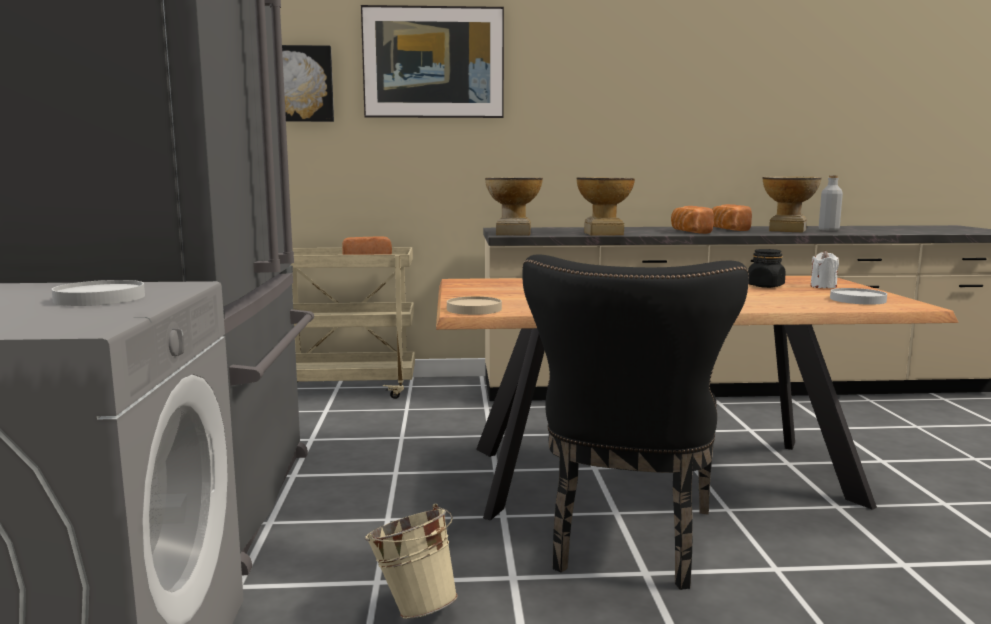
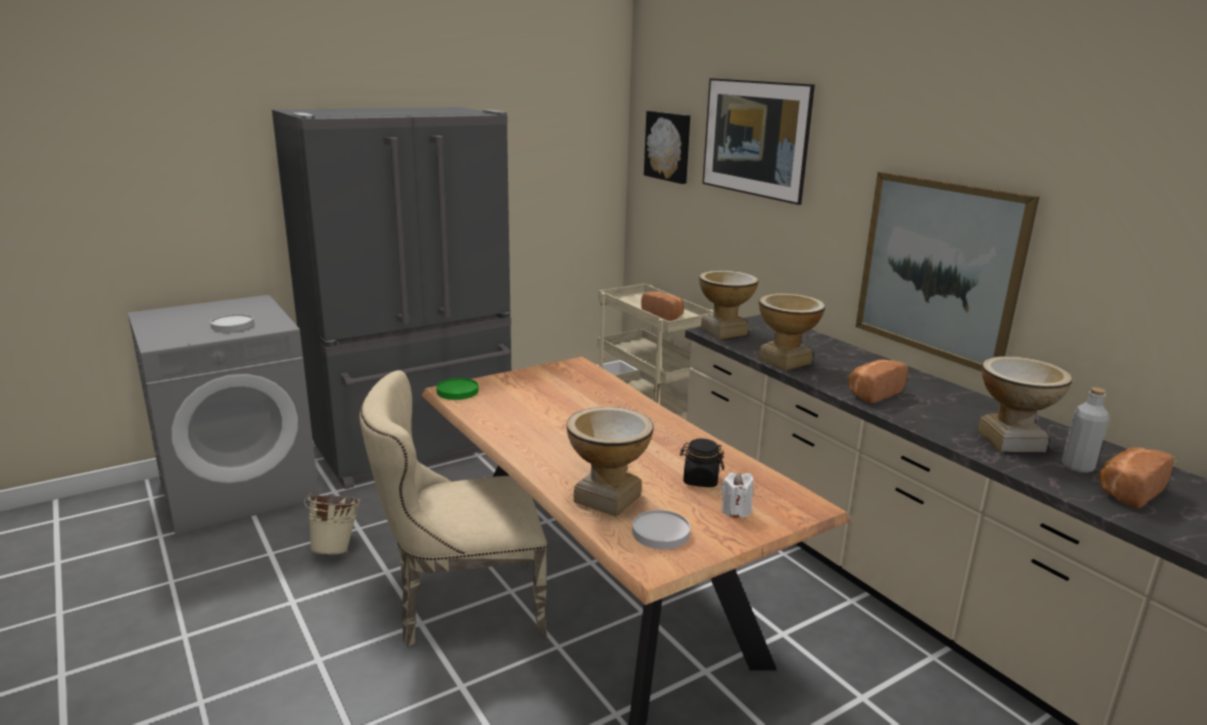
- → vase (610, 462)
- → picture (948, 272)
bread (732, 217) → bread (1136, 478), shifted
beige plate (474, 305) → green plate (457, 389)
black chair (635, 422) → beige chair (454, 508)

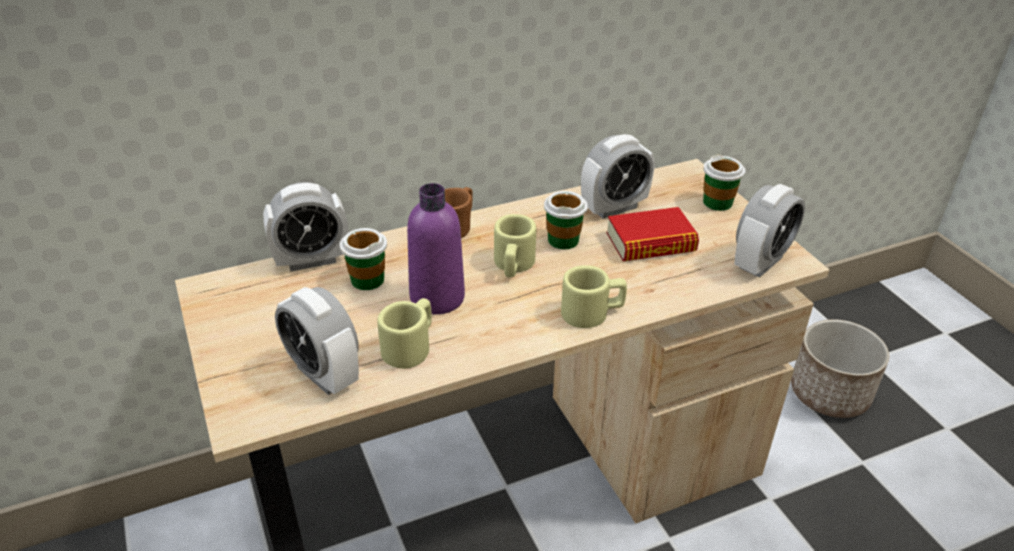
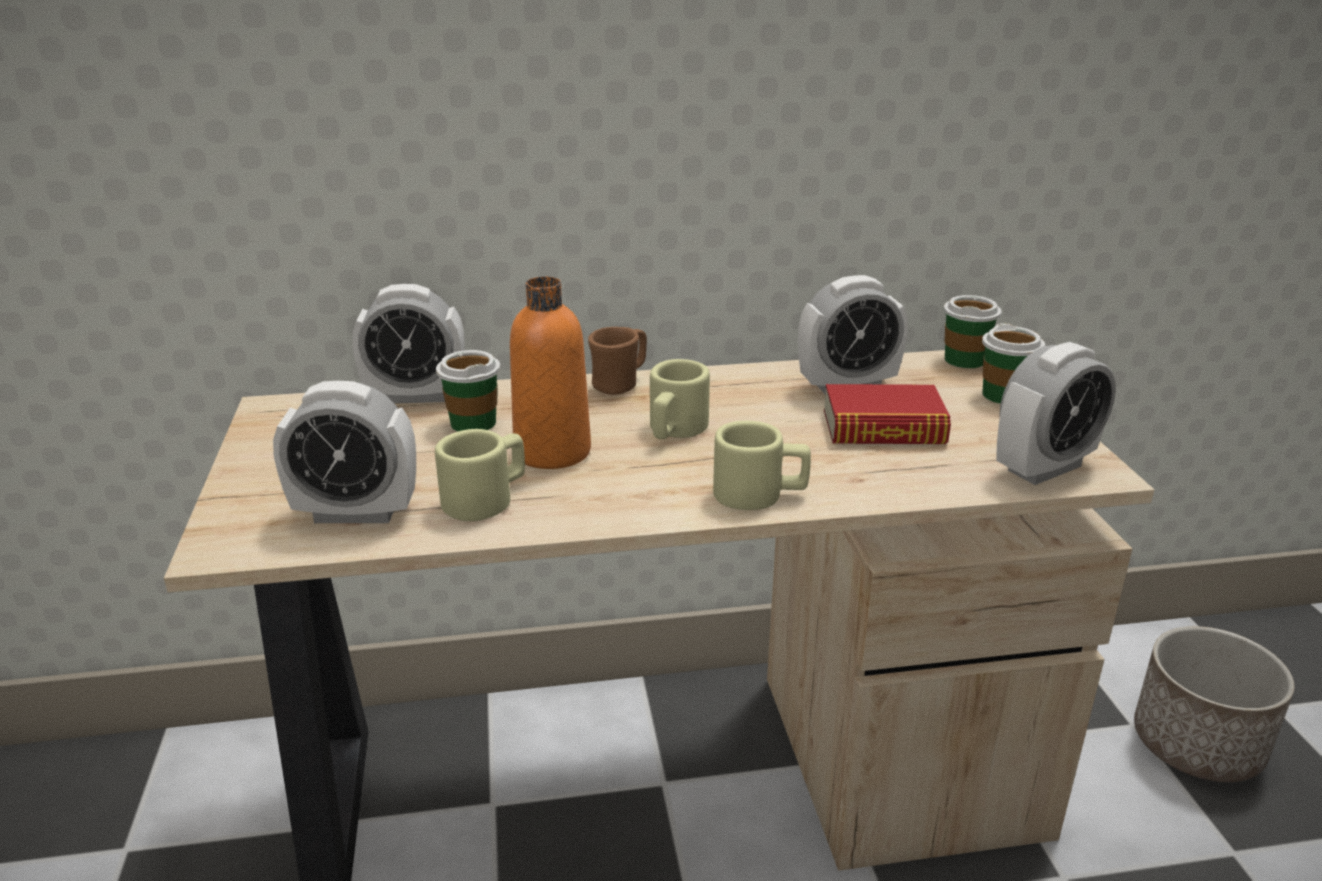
cup (566, 220) → cup (973, 331), shifted
purple bottle (436, 248) → orange bottle (550, 372)
alarm clock (317, 341) → alarm clock (344, 452), 60 degrees counterclockwise

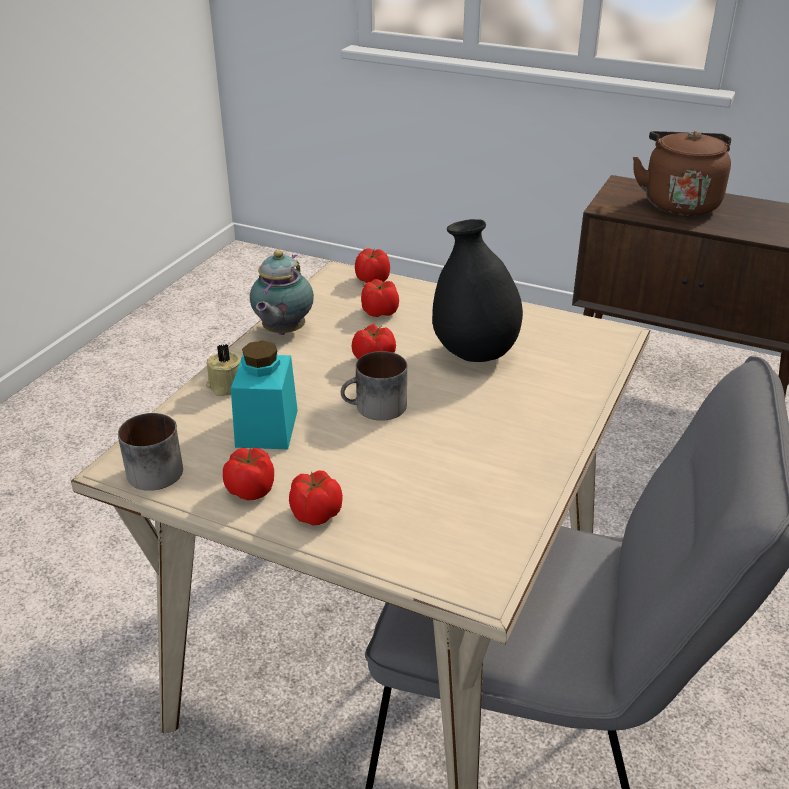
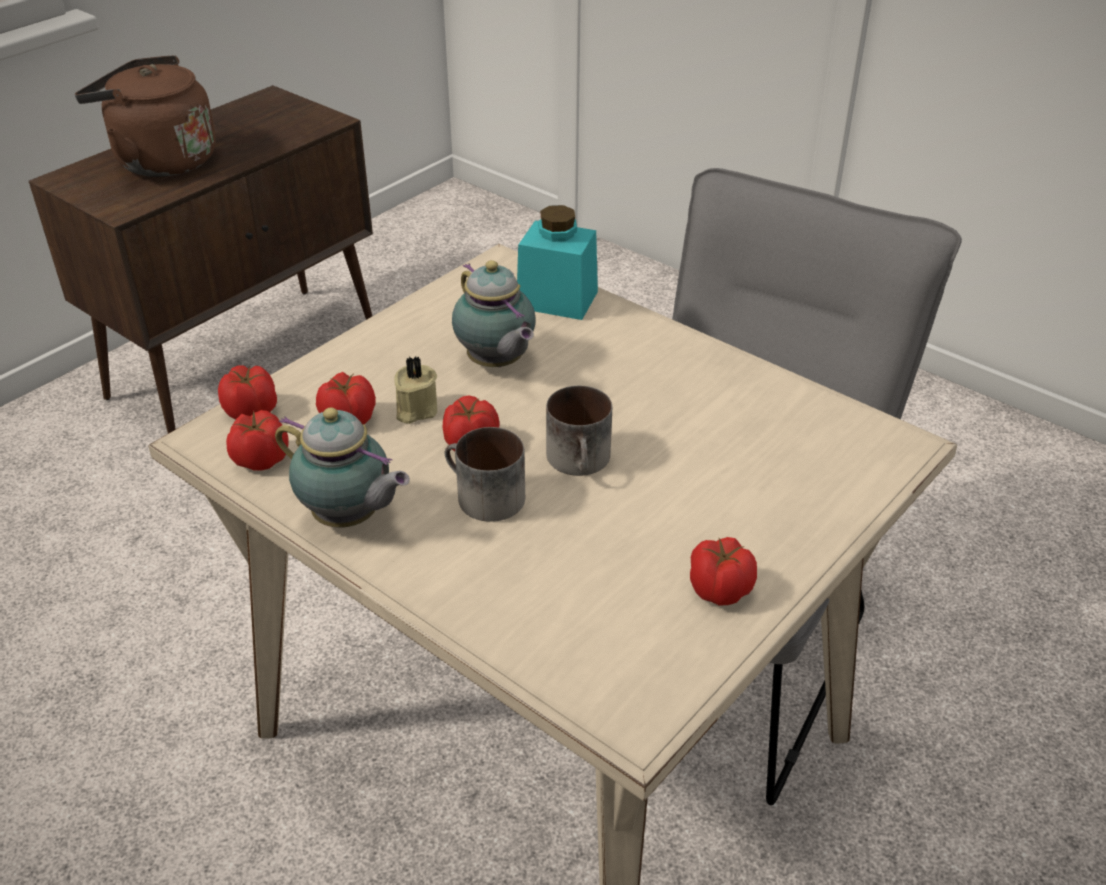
mug (150, 452) → mug (484, 474), shifted
beige candle (223, 370) → beige candle (415, 390), shifted
turquoise jar (264, 394) → turquoise jar (557, 262), shifted
tomato (316, 498) → tomato (257, 440), shifted
black vase (477, 290) → teapot (494, 313)

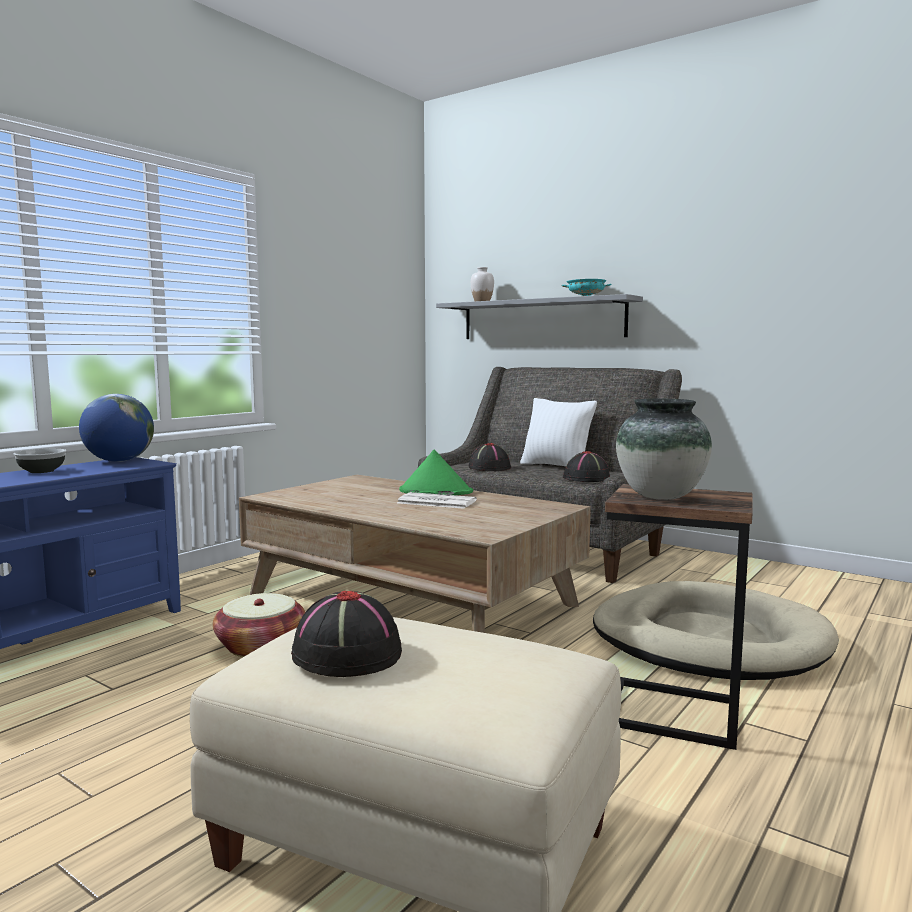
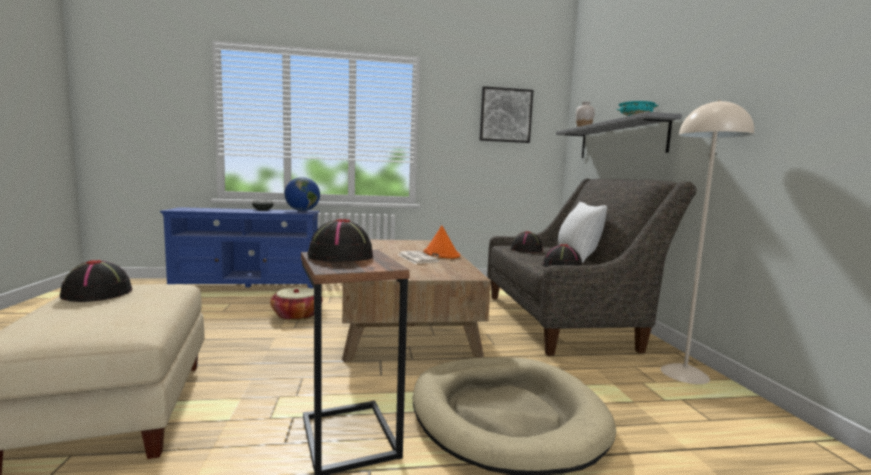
- → picture (506, 114)
- → beige floor lamp (707, 242)
vase (664, 449) → black hat (340, 240)
green hat (436, 472) → orange hat (442, 242)

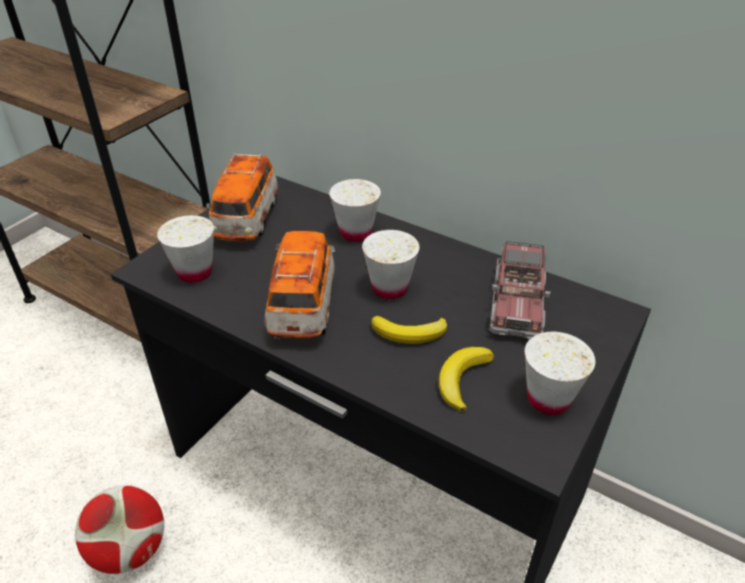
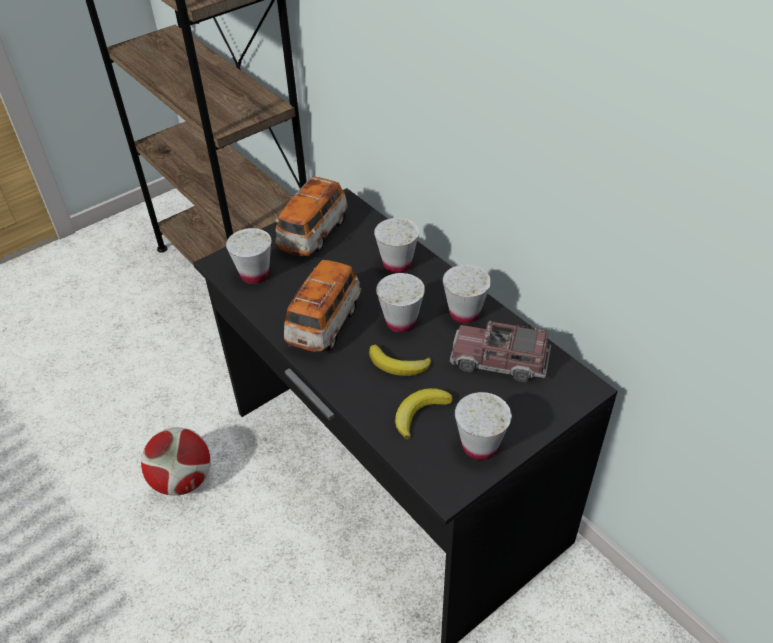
- → white cup (467, 294)
toy truck (520, 290) → toy truck (500, 351), 75 degrees clockwise

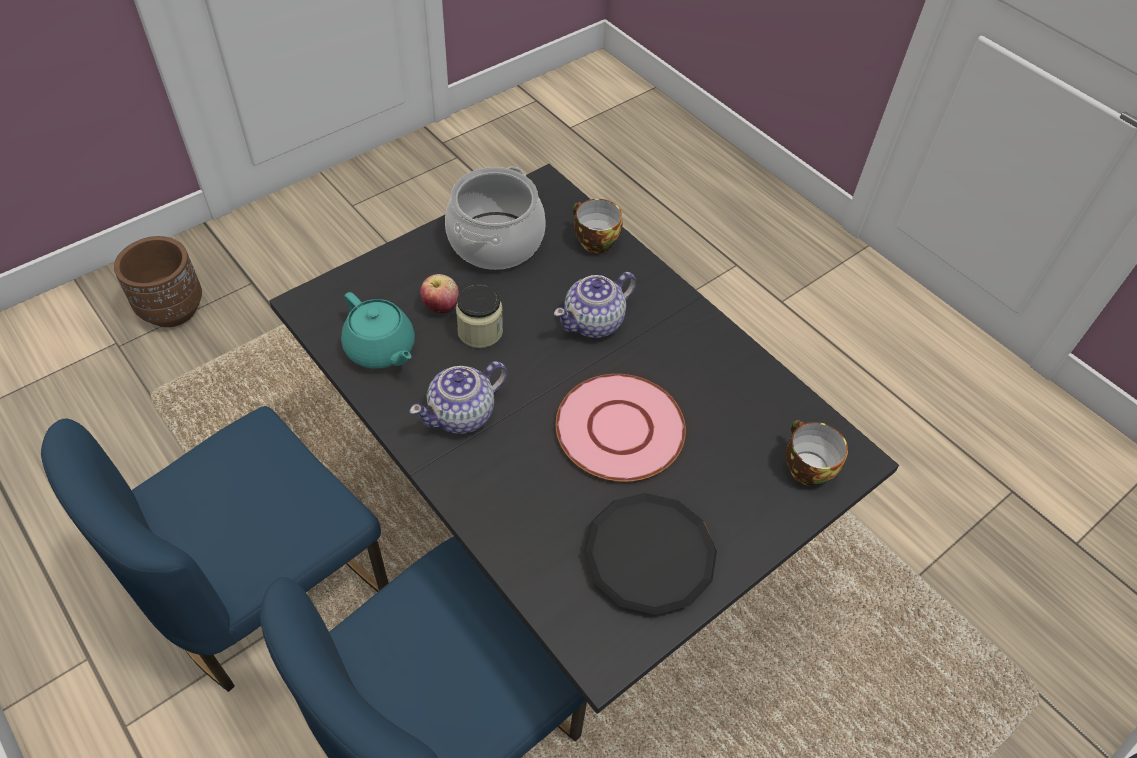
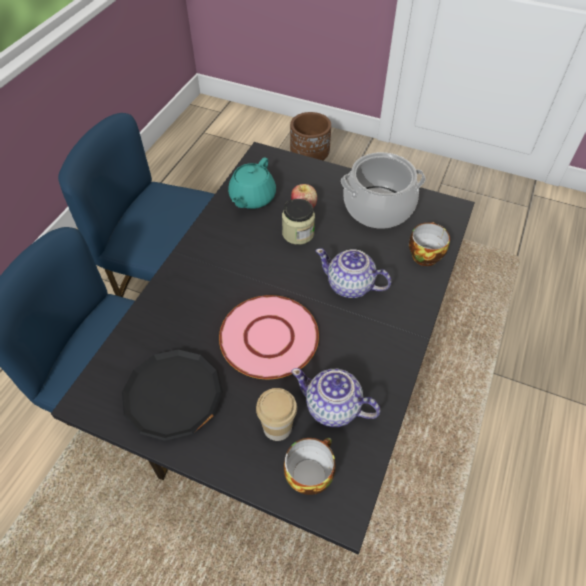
- → cup (276, 414)
teapot (458, 397) → teapot (336, 397), shifted

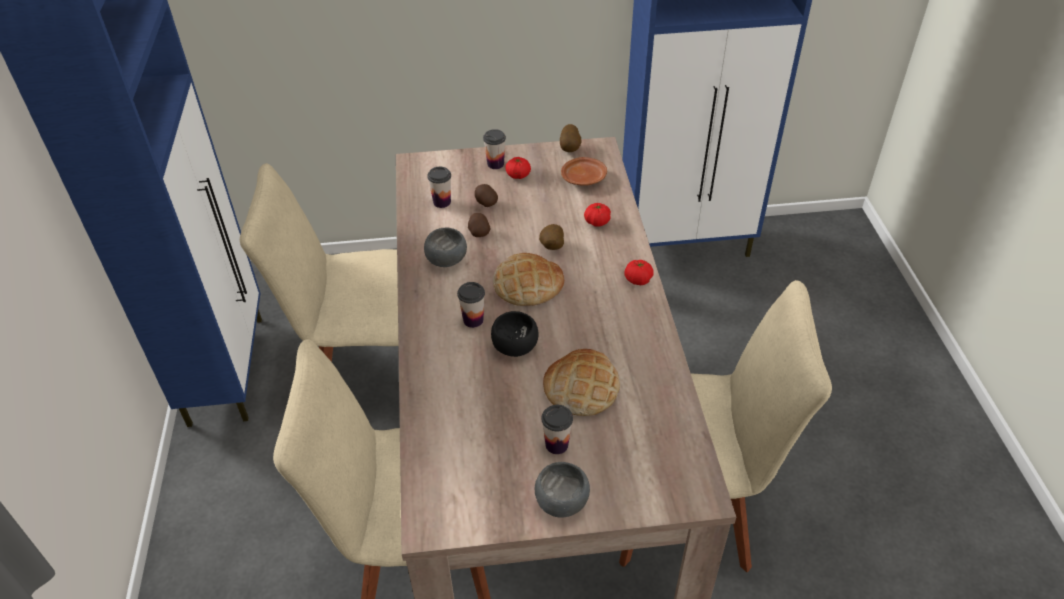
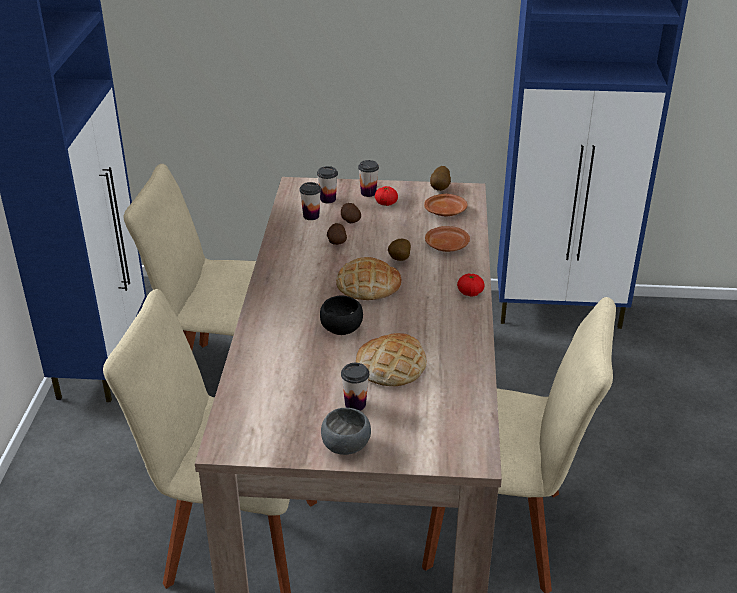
grey bowl (445, 247) → -
cup (471, 305) → cup (327, 184), shifted
tomato (597, 215) → brown plate (447, 239)

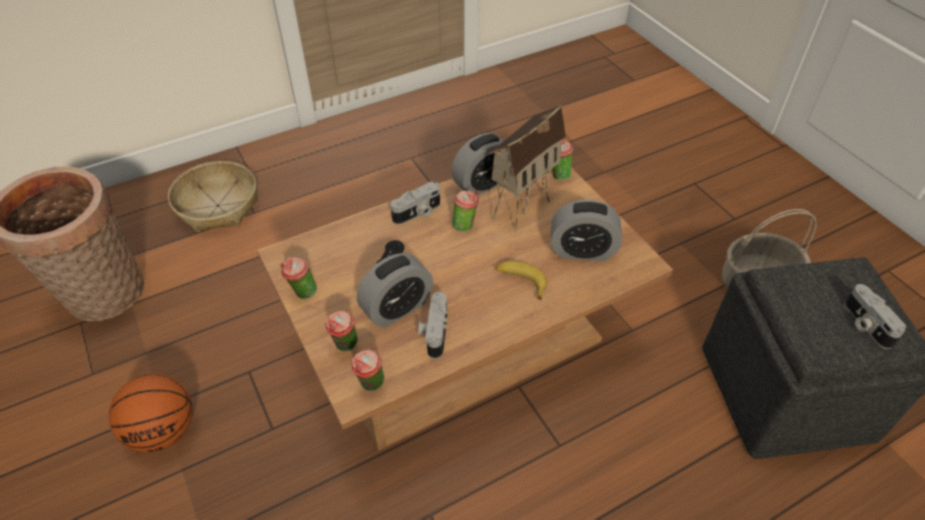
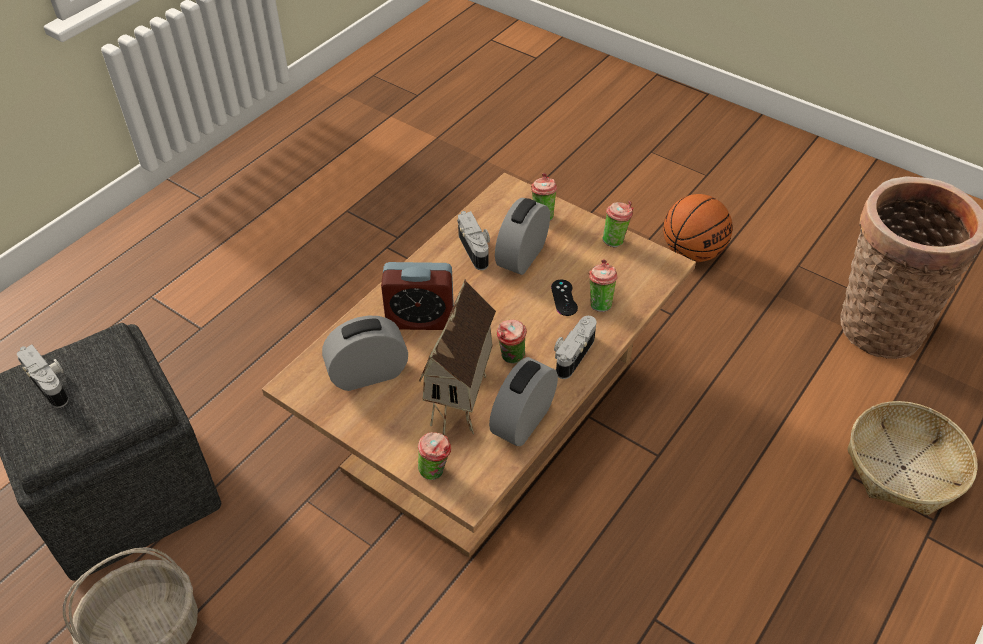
cup (367, 370) → cup (603, 285), shifted
banana (521, 280) → alarm clock (417, 296)

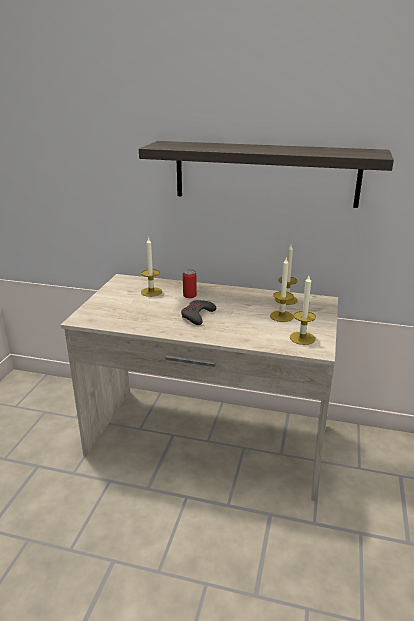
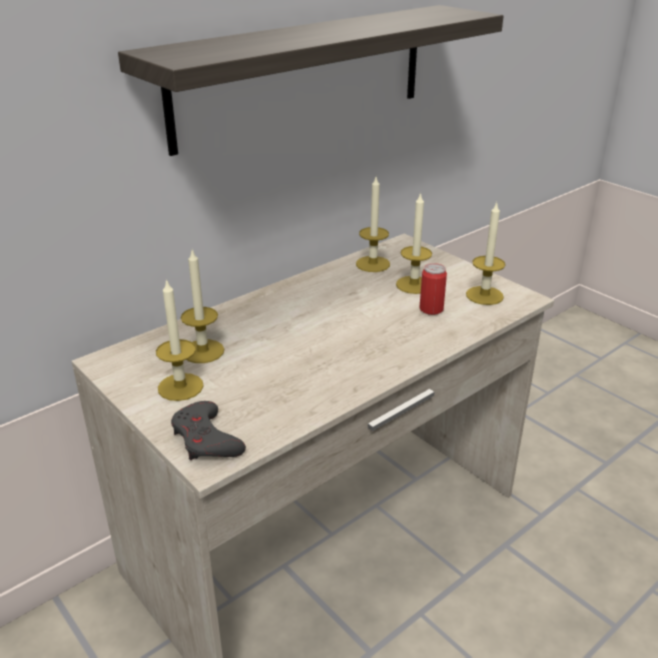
- → candle (180, 340)
grey game controller (198, 312) → grey game controller (208, 430), shifted
can (190, 283) → can (433, 289), shifted

